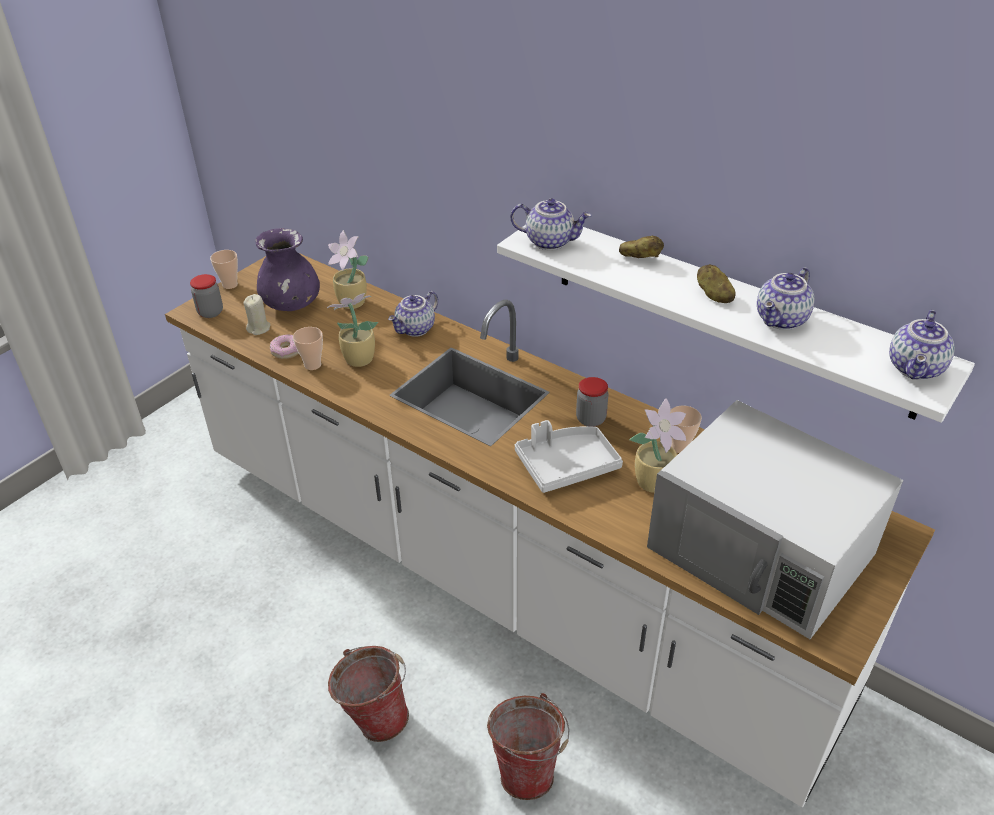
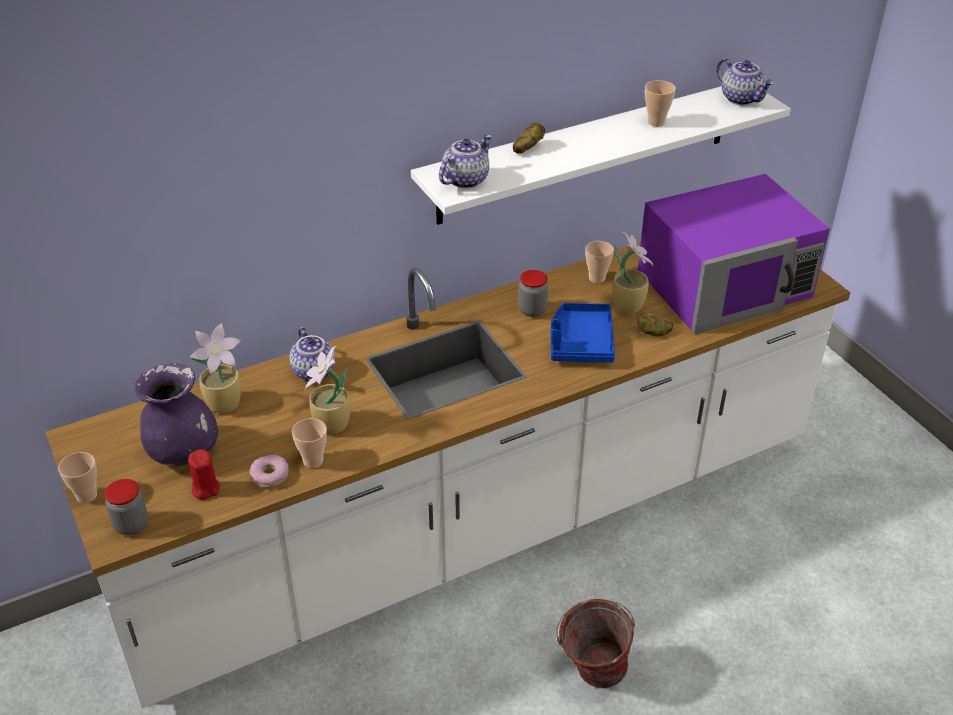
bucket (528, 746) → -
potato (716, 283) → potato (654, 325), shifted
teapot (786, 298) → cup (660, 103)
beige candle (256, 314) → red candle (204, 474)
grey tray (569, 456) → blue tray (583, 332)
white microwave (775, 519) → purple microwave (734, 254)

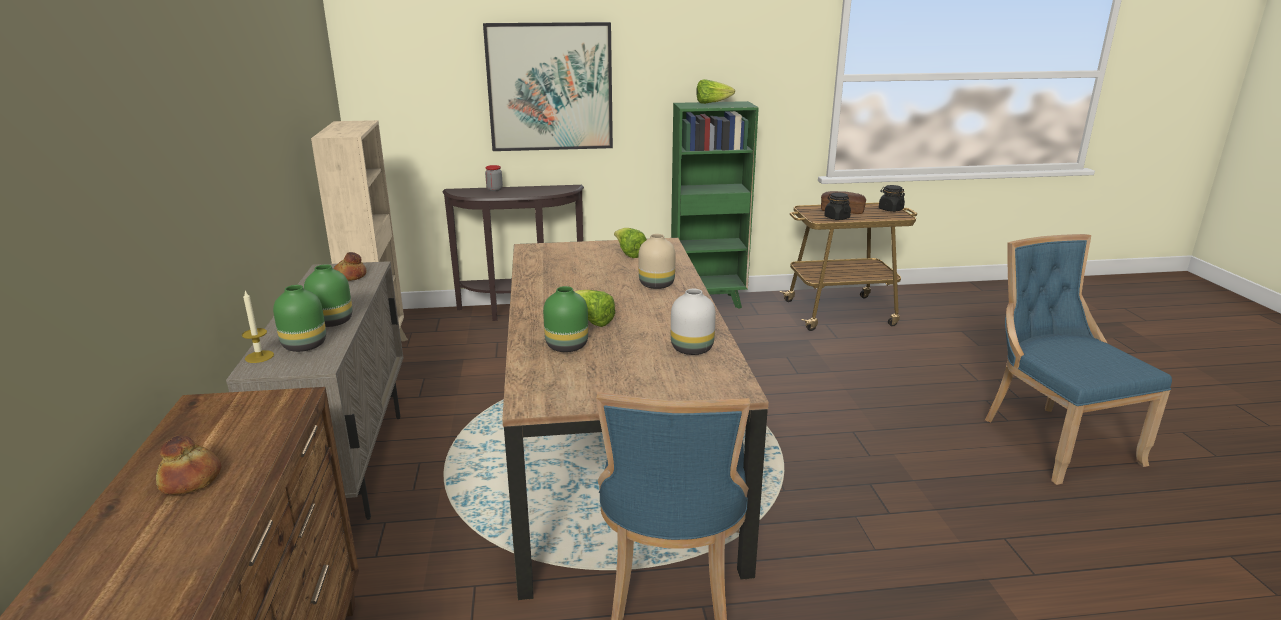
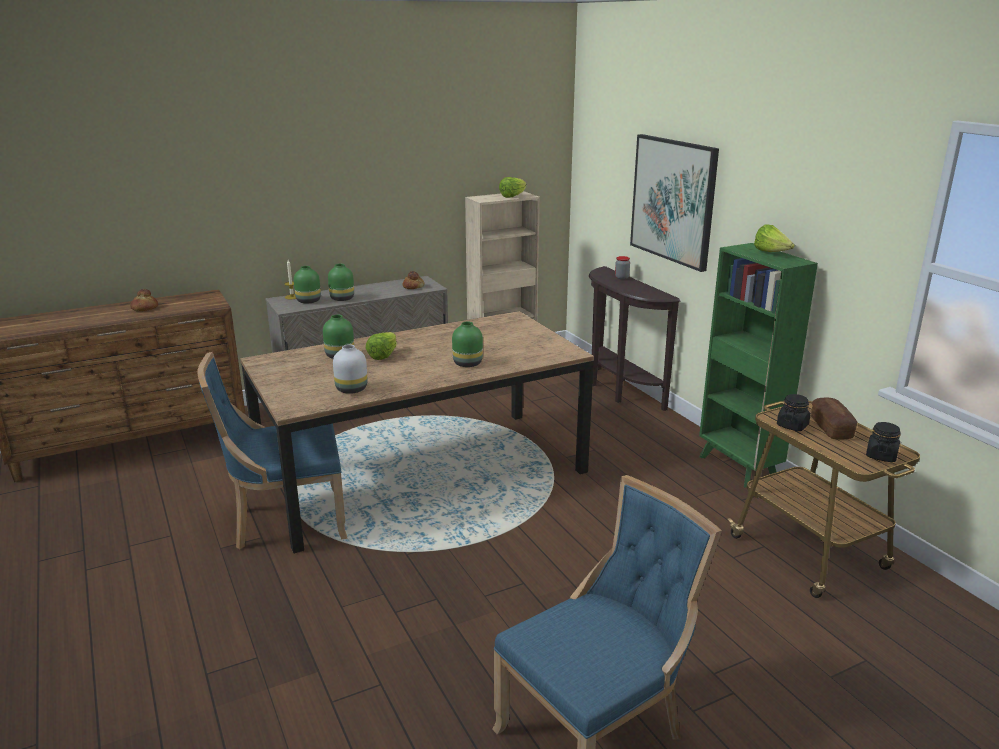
lettuce (630, 243) → lettuce (512, 187), shifted
beige vase (657, 261) → green vase (467, 344)

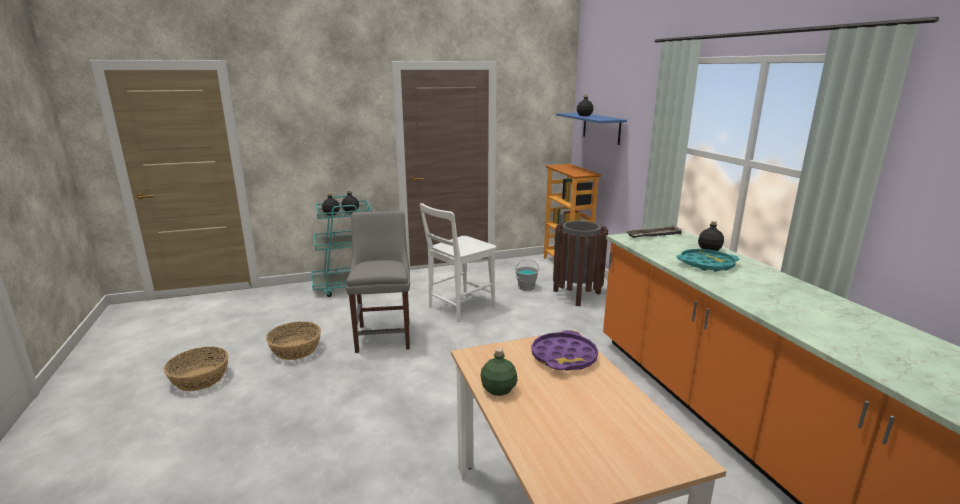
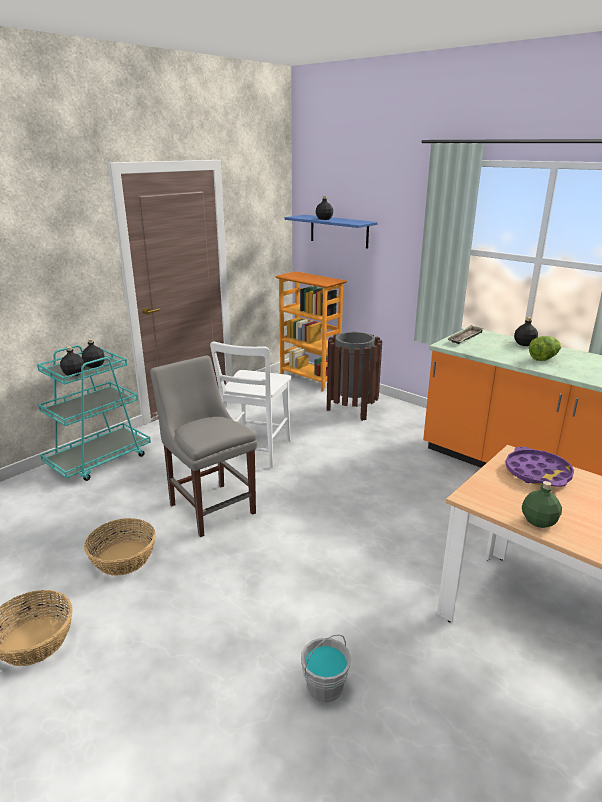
grey bucket (527, 275) → grey bucket (326, 668), shifted
turquoise tray (708, 260) → lettuce (545, 348)

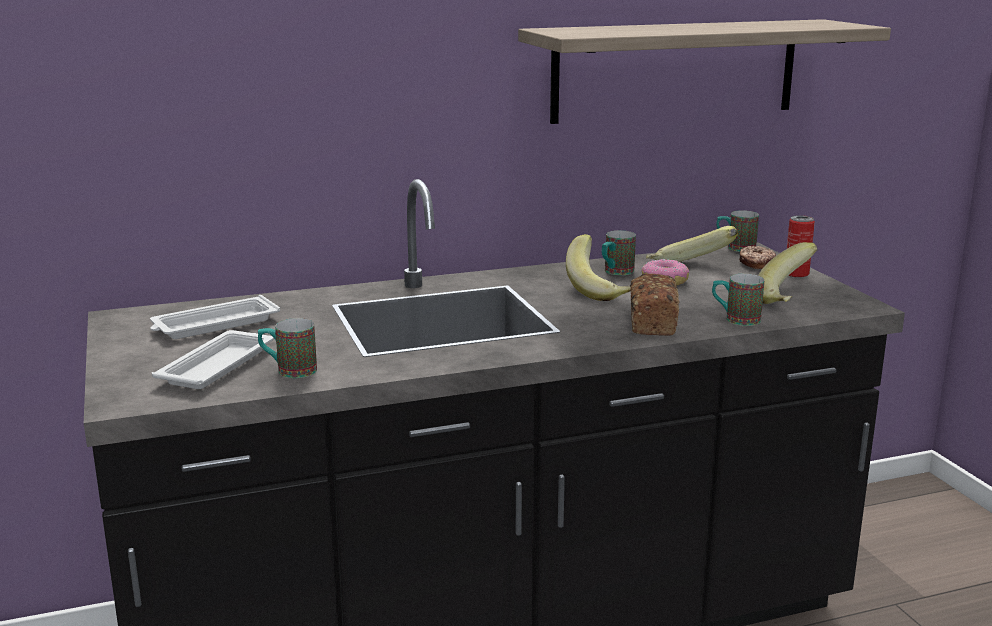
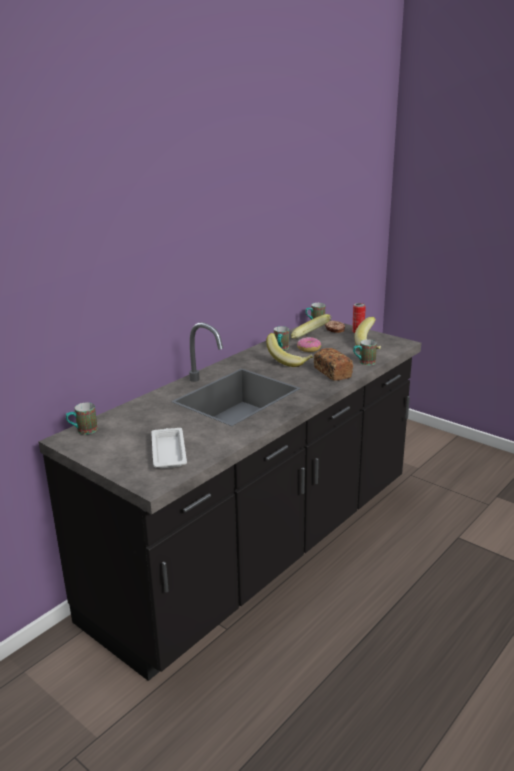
white tray (215, 317) → -
shelf (704, 71) → -
mug (287, 348) → mug (82, 418), shifted

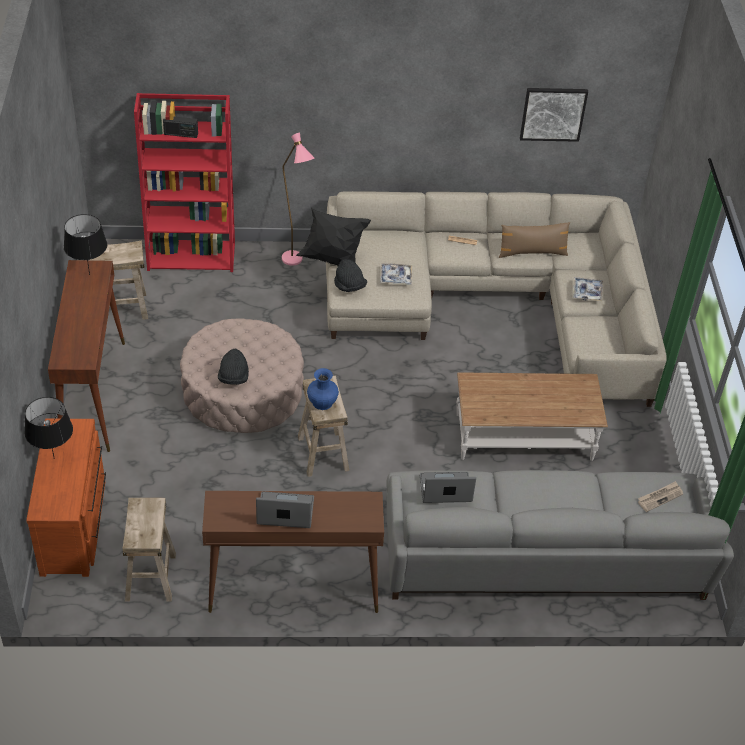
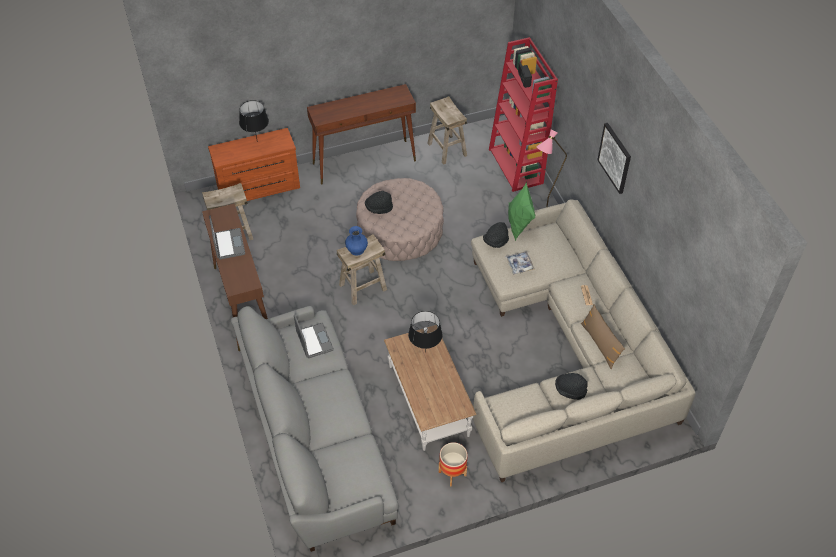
newspaper (660, 496) → -
- → planter (453, 464)
black table lamp (85, 244) → black table lamp (425, 331), shifted
picture (554, 115) → picture (614, 158), shifted
tray (588, 289) → black hat (571, 386)
black pillow (333, 237) → green pillow (521, 211)

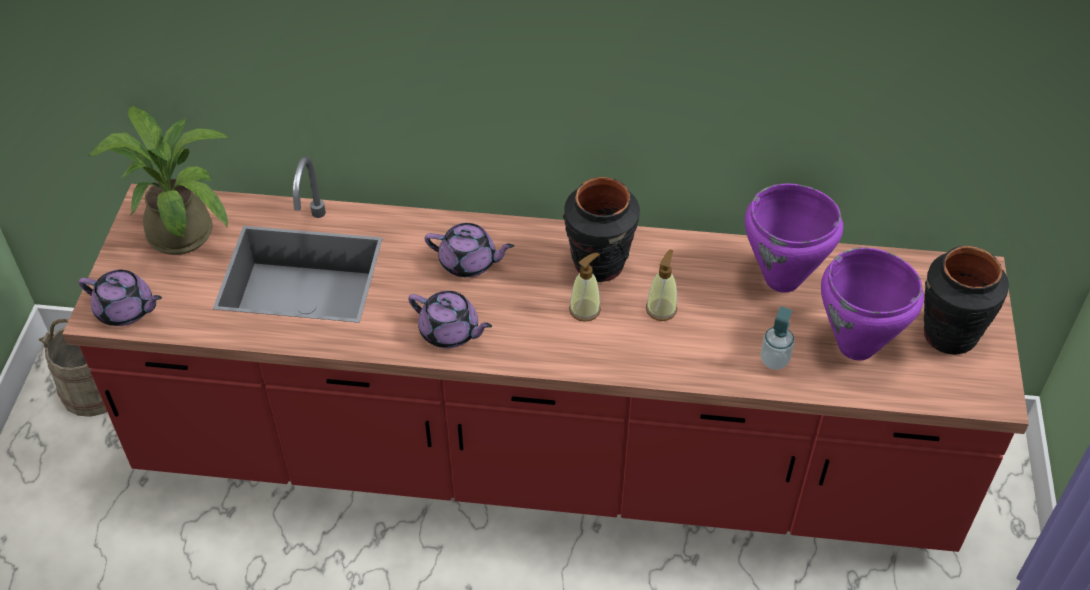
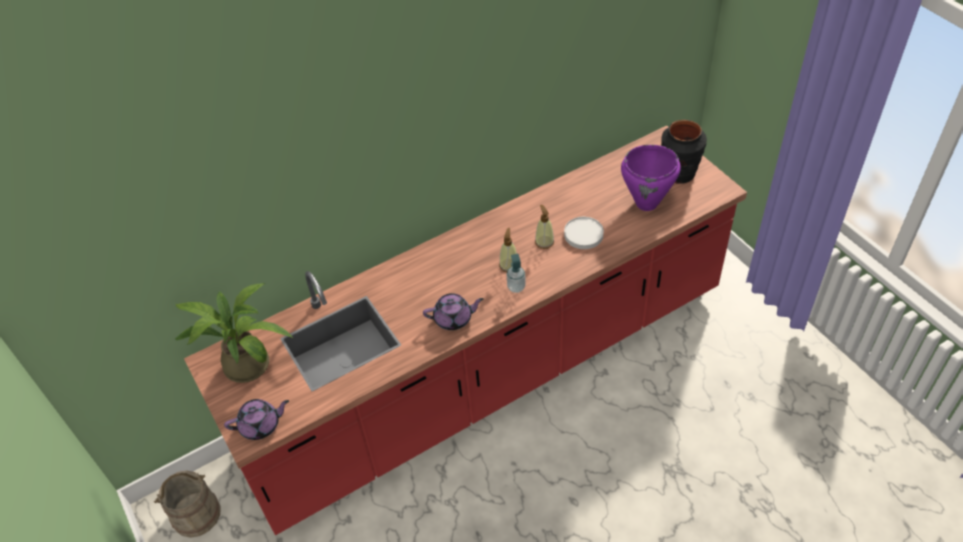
purple teapot (470, 250) → -
black vase (601, 229) → -
purple cooking pot (794, 238) → -
- → white plate (584, 233)
soap dispenser (777, 338) → soap dispenser (516, 273), shifted

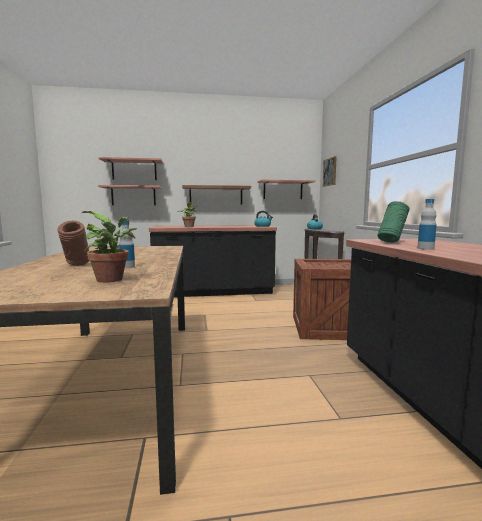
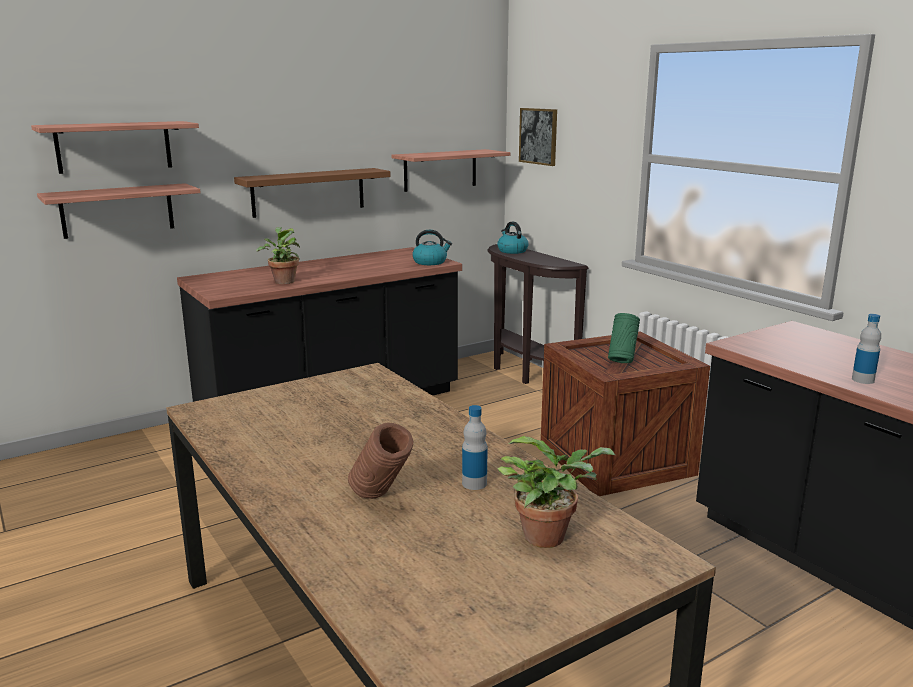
green vase (394, 222) → green vase (624, 338), shifted

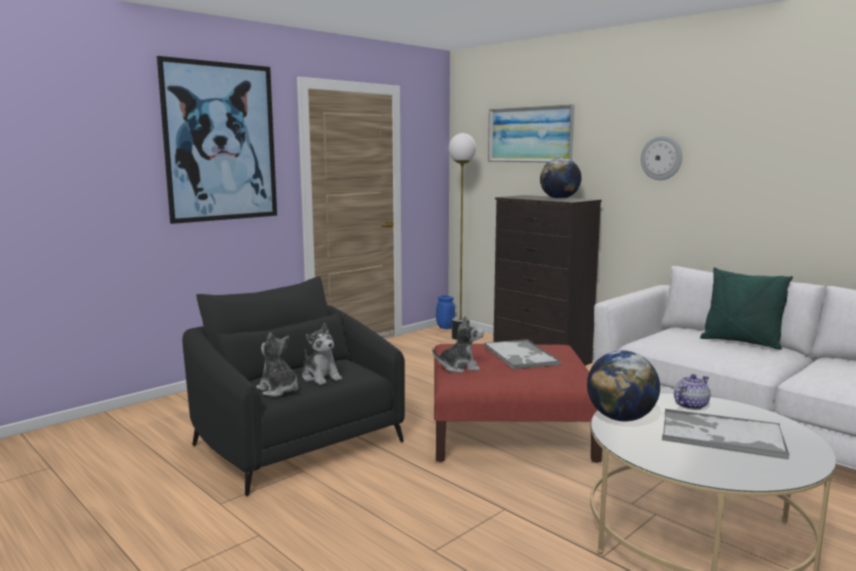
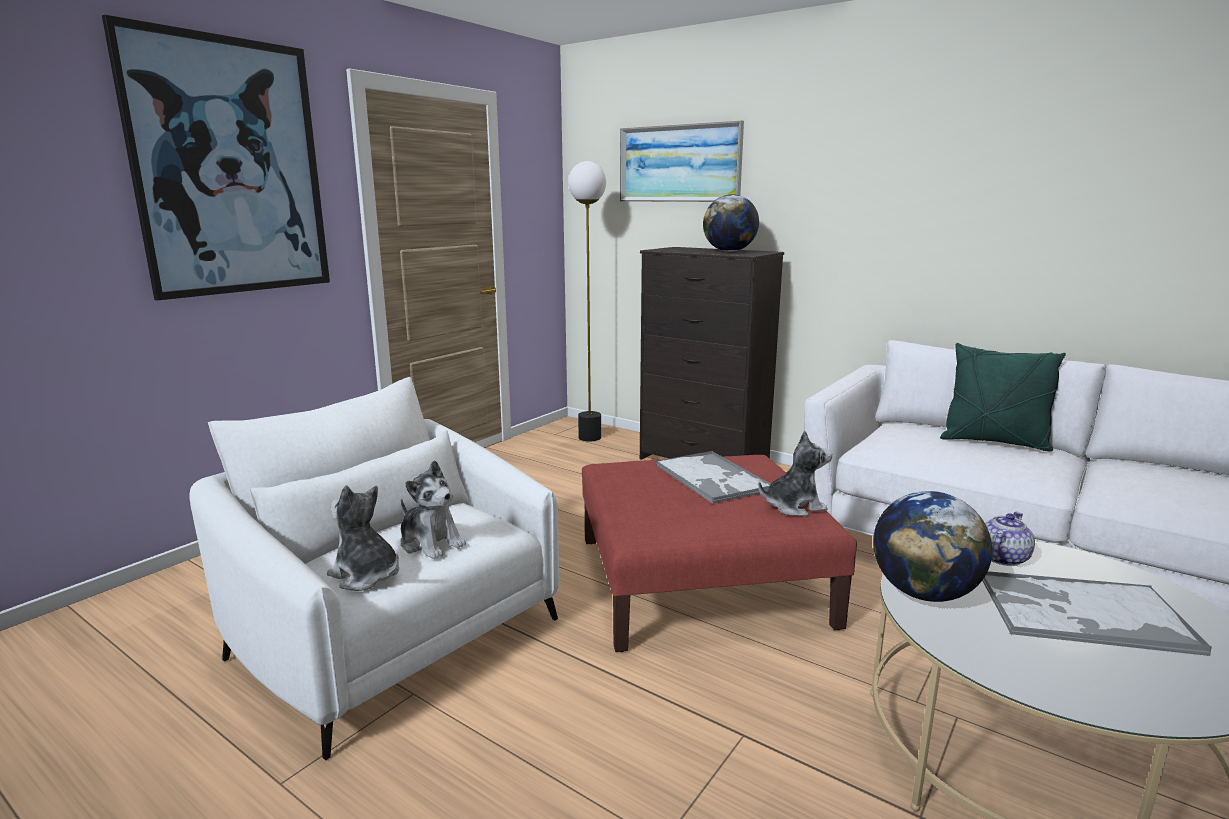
blue vase (445, 312) → -
wall clock (661, 158) → -
plush toy (458, 344) → plush toy (795, 473), shifted
black armchair (293, 386) → white armchair (374, 569)

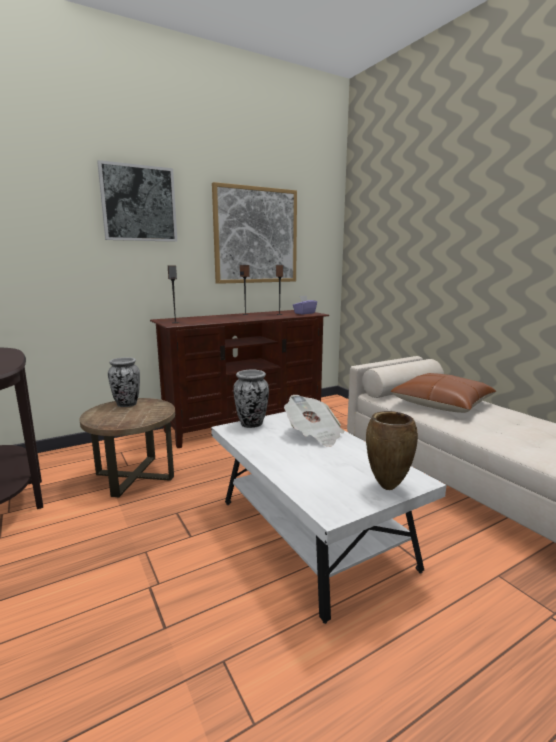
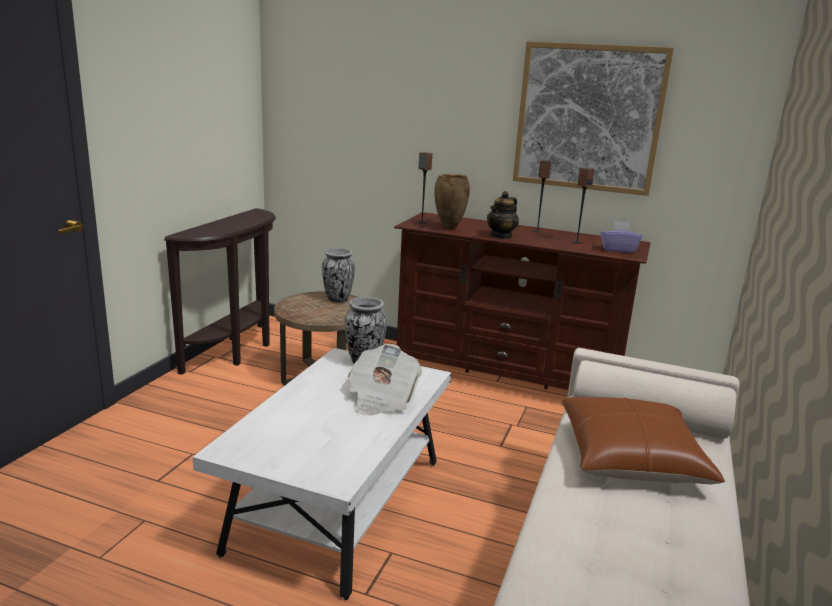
picture (137, 201) → -
- → teapot (503, 215)
brown vase (392, 450) → brown vase (452, 202), shifted

